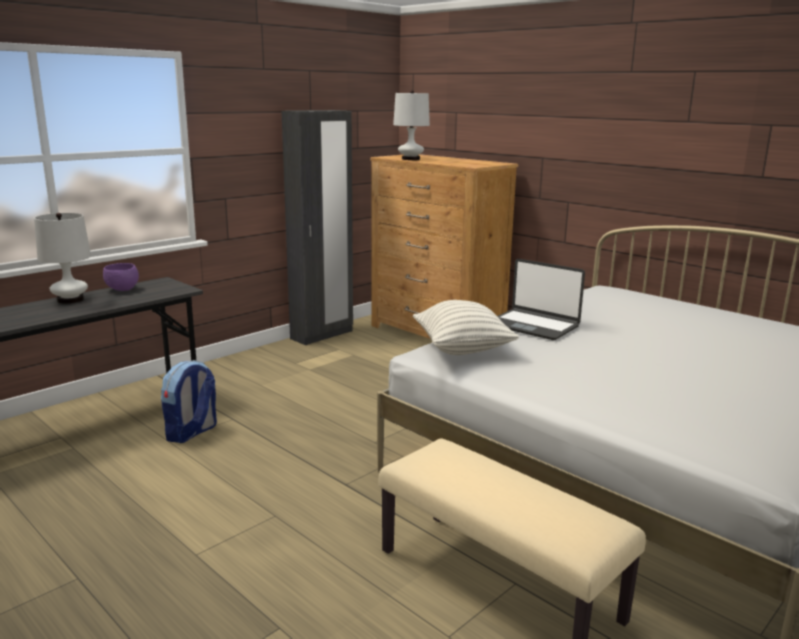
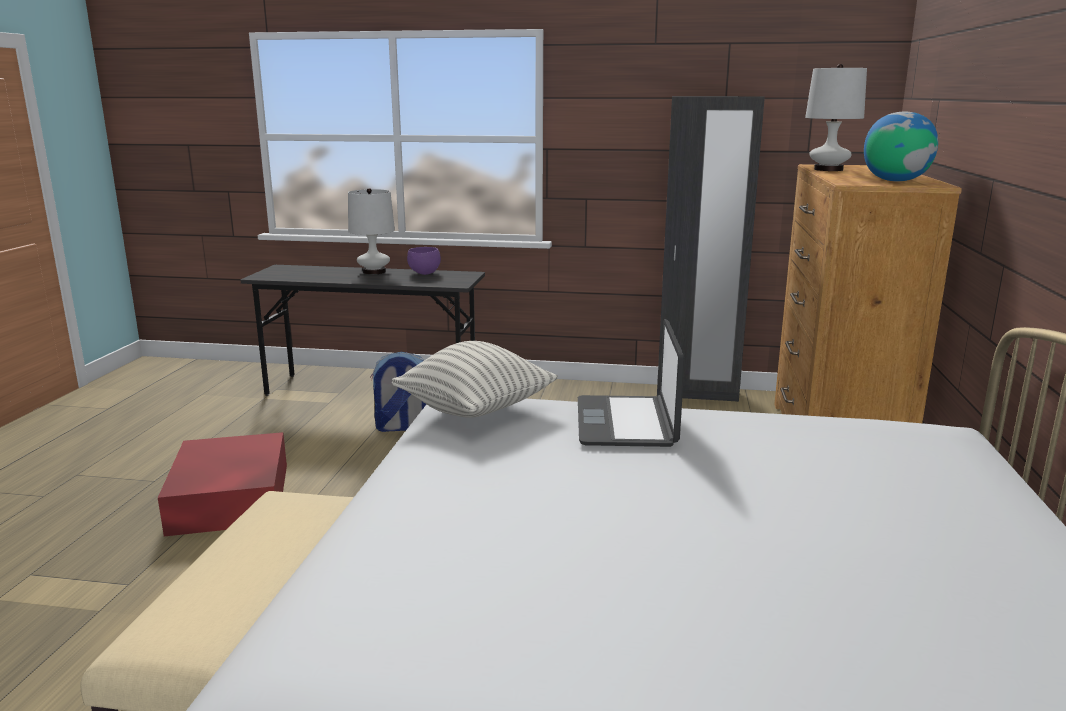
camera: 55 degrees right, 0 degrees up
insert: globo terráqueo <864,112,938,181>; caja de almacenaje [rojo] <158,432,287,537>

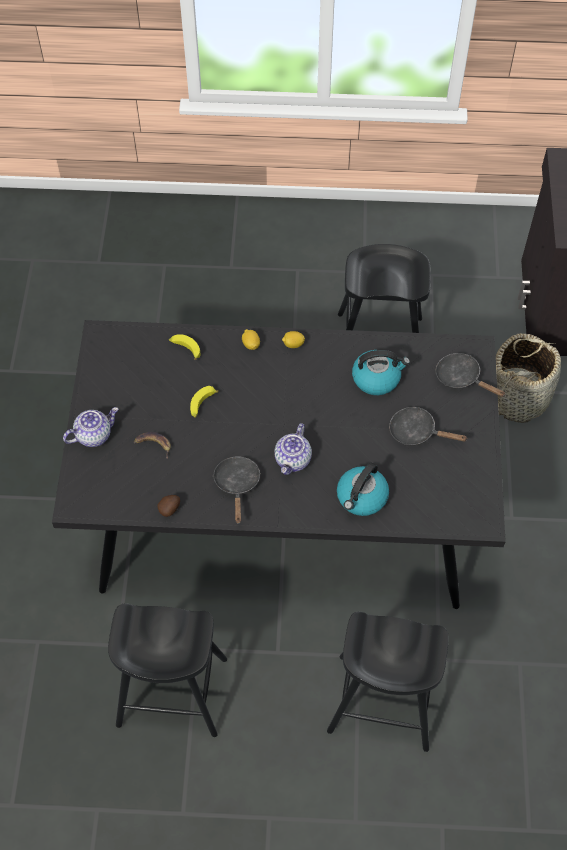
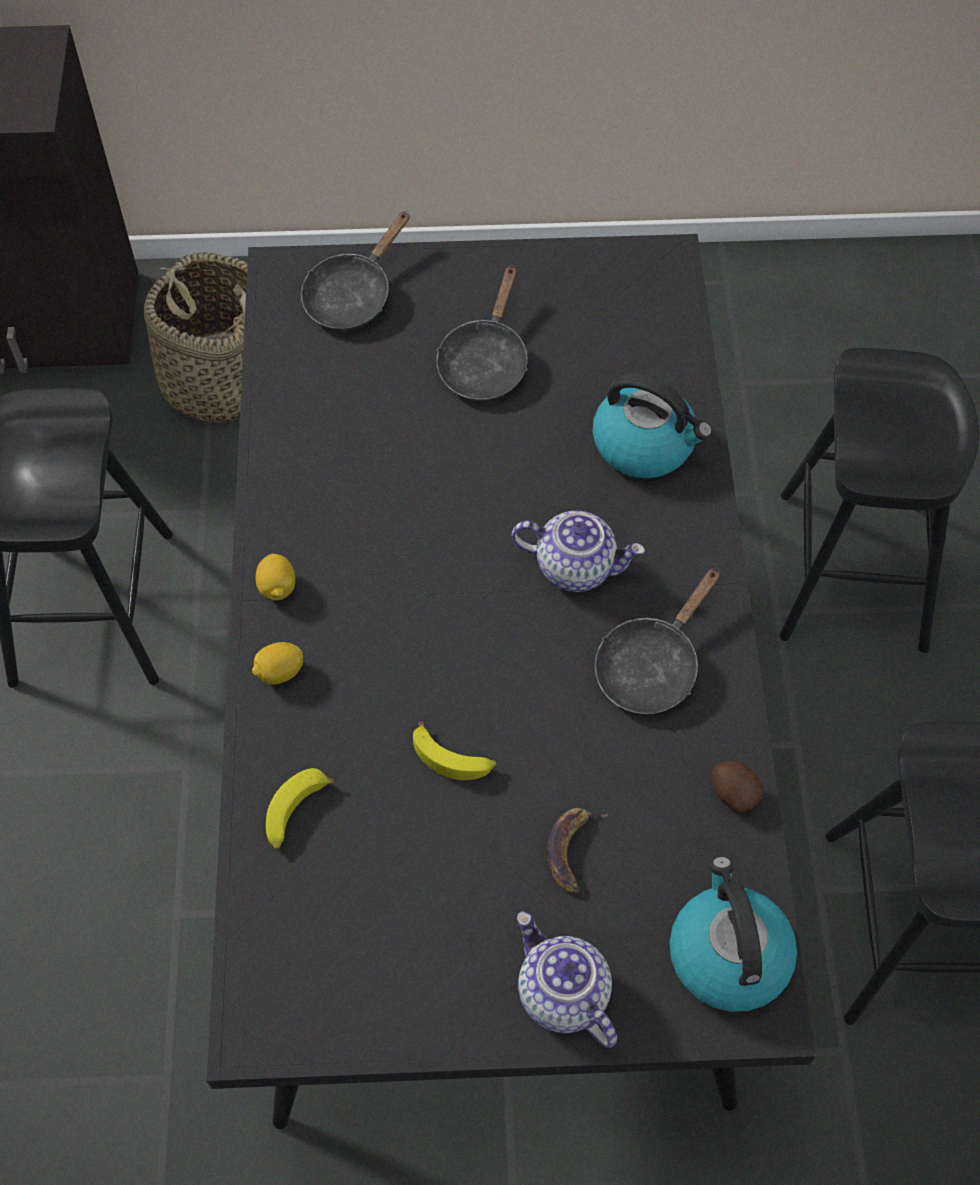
camera: 95 degrees left, 0 degrees up
move: hervidor <352,350,410,395> to <670,856,797,1012>
rotate: sartén [negro] <213,456,261,524> = <595,568,720,714> 45 degrees counterclockwise

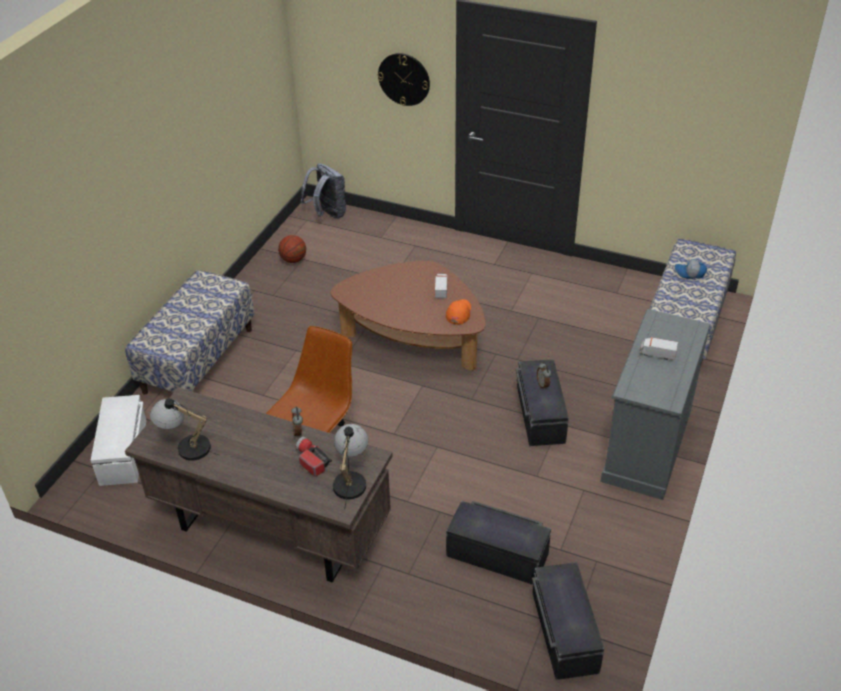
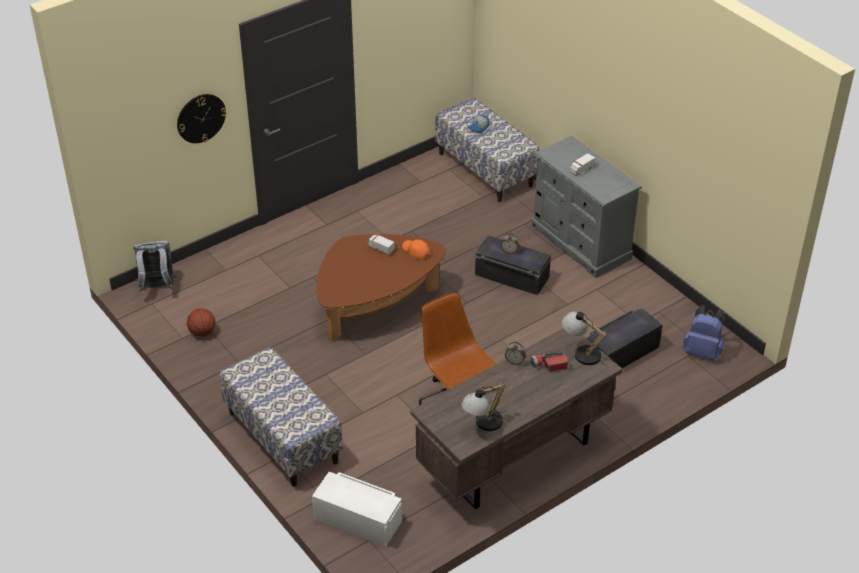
camera: 60 degrees left, 0 degrees up
replace: caja de almacenaje [negro] <532,562,604,680> to mochila [azul] <683,305,725,360>

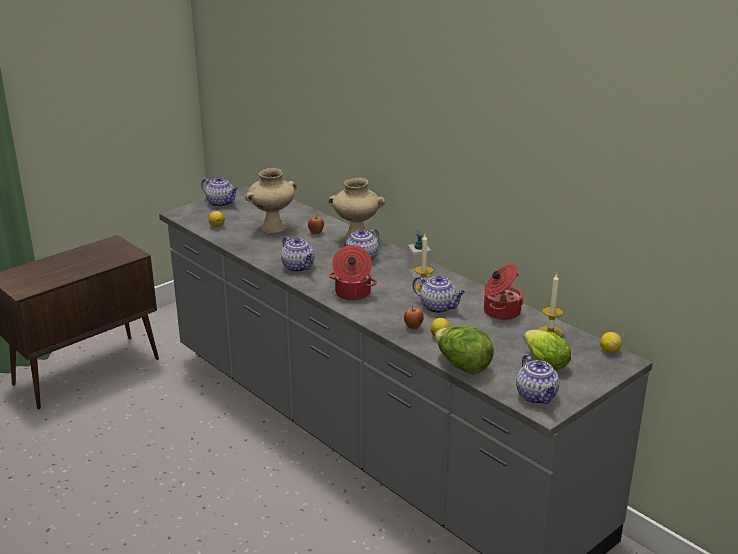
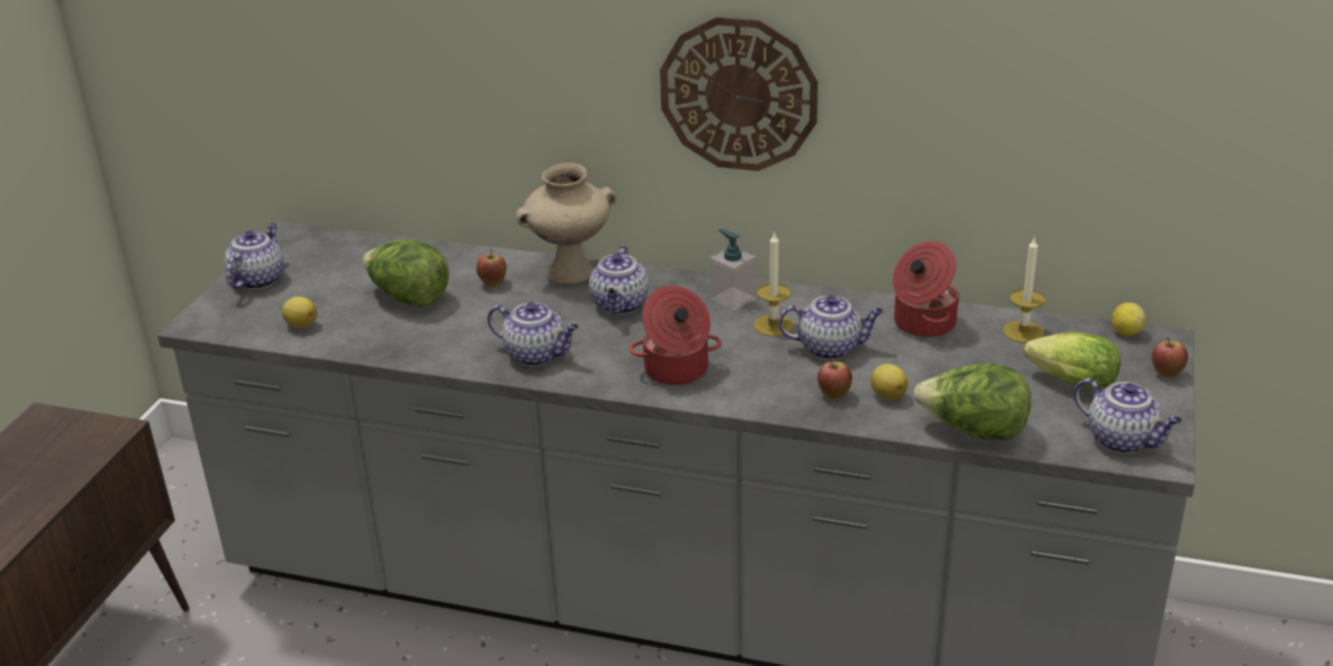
camera: 30 degrees left, 5 degrees up
insert: reloj de pared <660,17,818,171>; manzana <1152,337,1188,377>
replace: florero [beis] <245,168,297,233> to lechuga <362,240,449,307>
rotate: tetera <201,177,238,207> = <224,223,284,290> 75 degrees counterclockwise

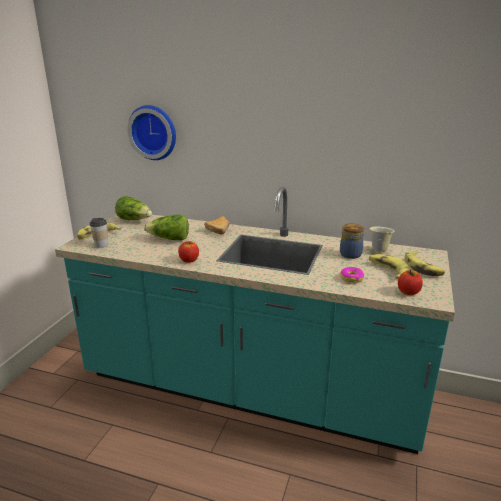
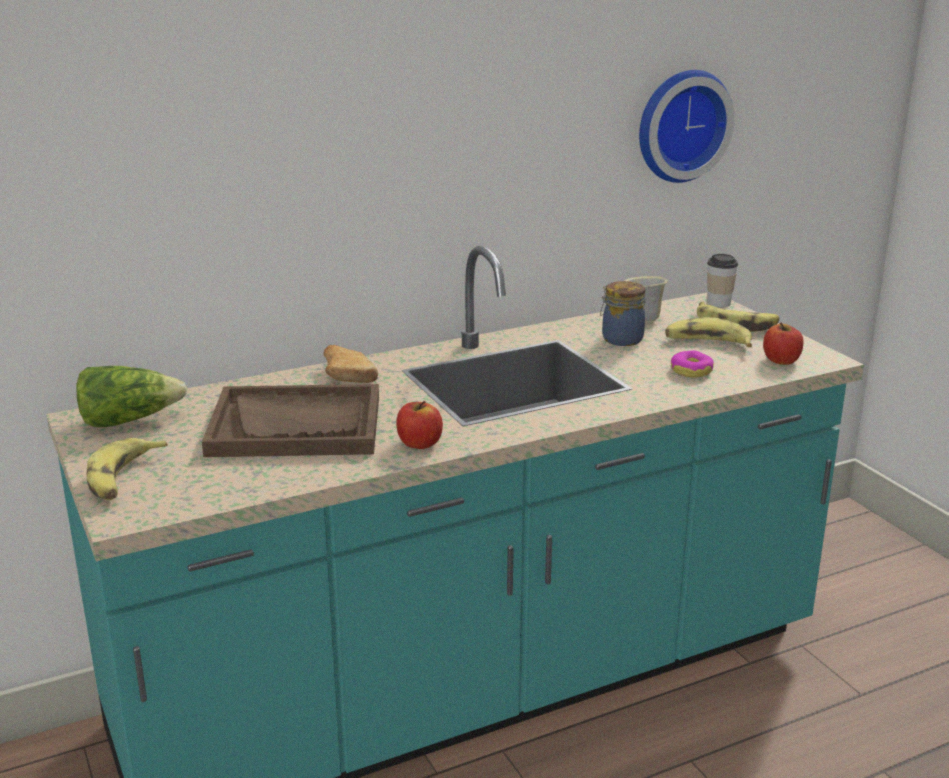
camera: 45 degrees left, 0 degrees up
move: reloj de pared <127,105,176,160> to <639,70,735,183>; taza <89,218,108,248> to <707,254,738,307>
replace: lechuga <144,215,189,240> to bandeja [marrón] <202,384,379,457>

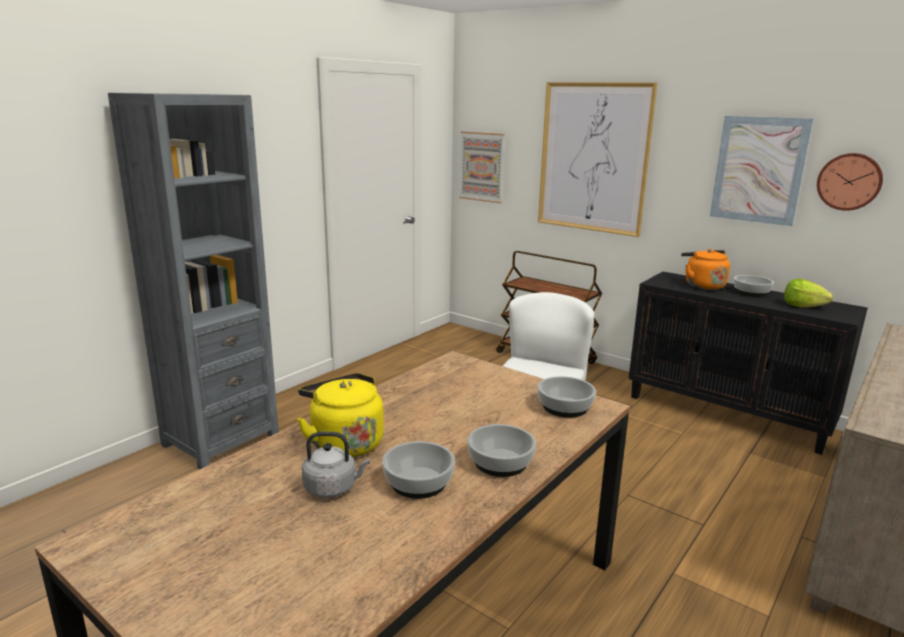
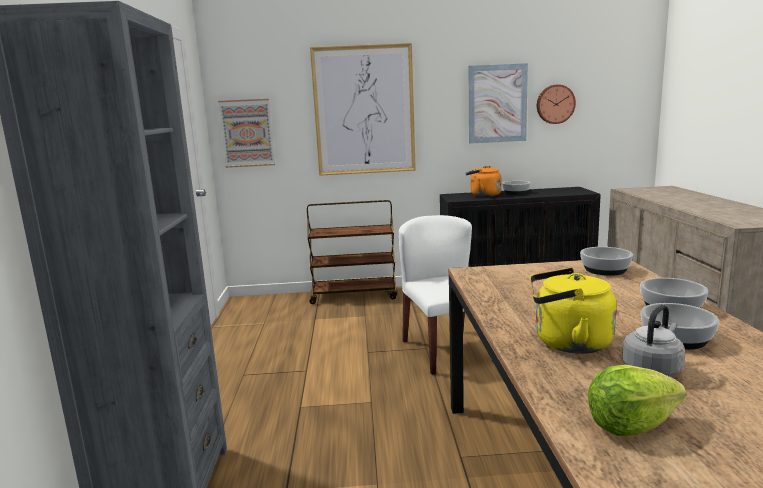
camera: 40 degrees left, 5 degrees down
move: lechuga <784,279,833,308> to <588,365,686,436>

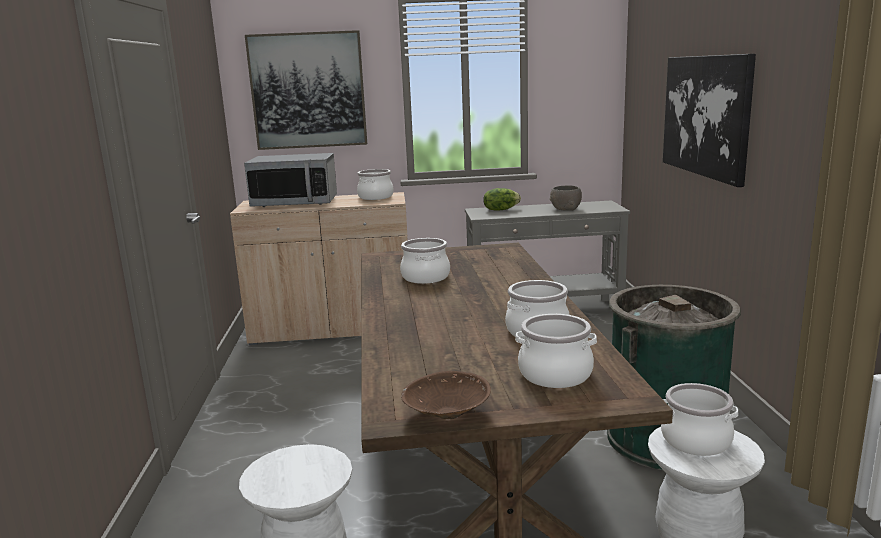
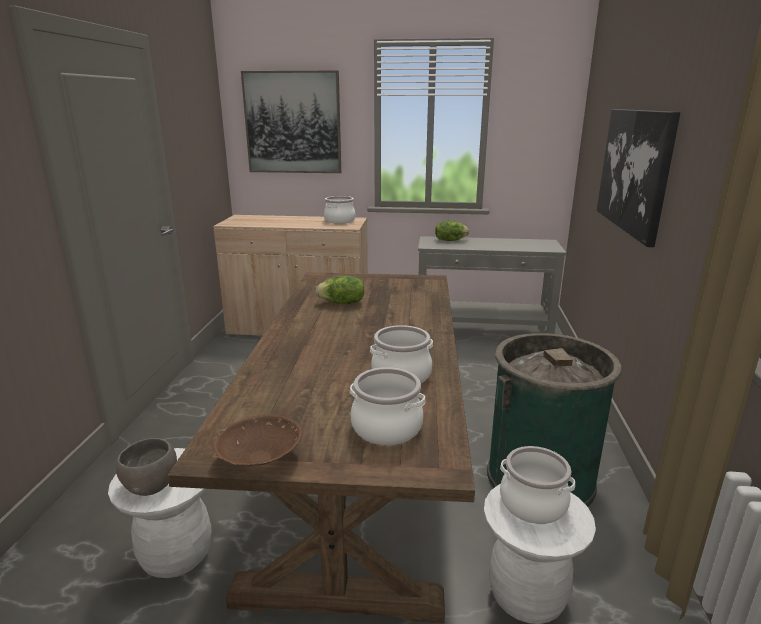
camera: 10 degrees right, 5 degrees up
delete: microondas <244,153,337,207>
move: cuenco [gris] <550,186,582,211> to <116,438,177,496>
replace: olla <400,238,450,284> to lechuga <316,276,365,304>

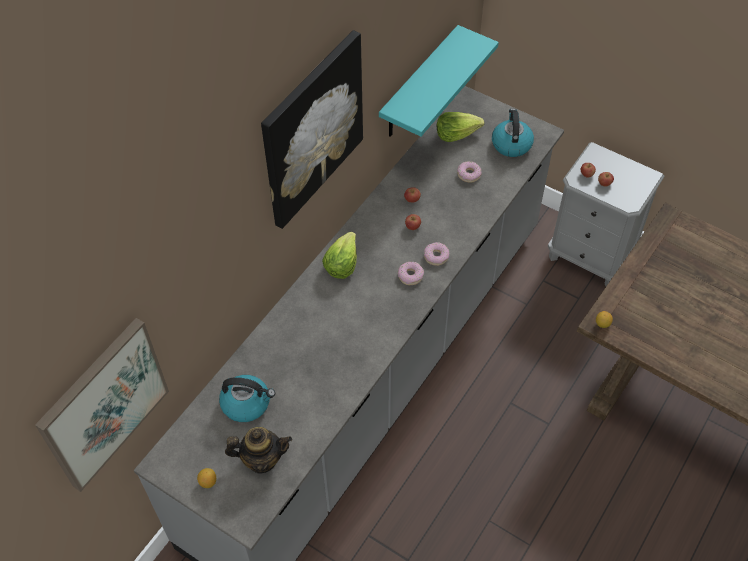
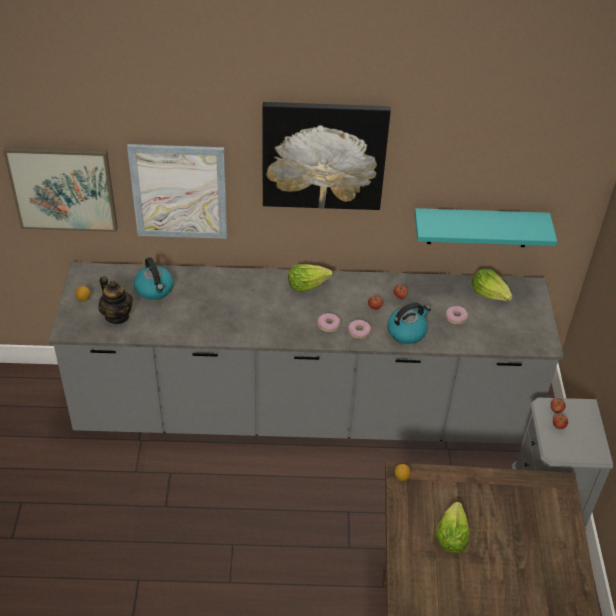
camera: 55 degrees right, 10 degrees down
insert: cuadro <127,144,227,239>; lechuga <435,502,469,553>
move: hervidor <492,109,534,157> to <387,302,431,344>

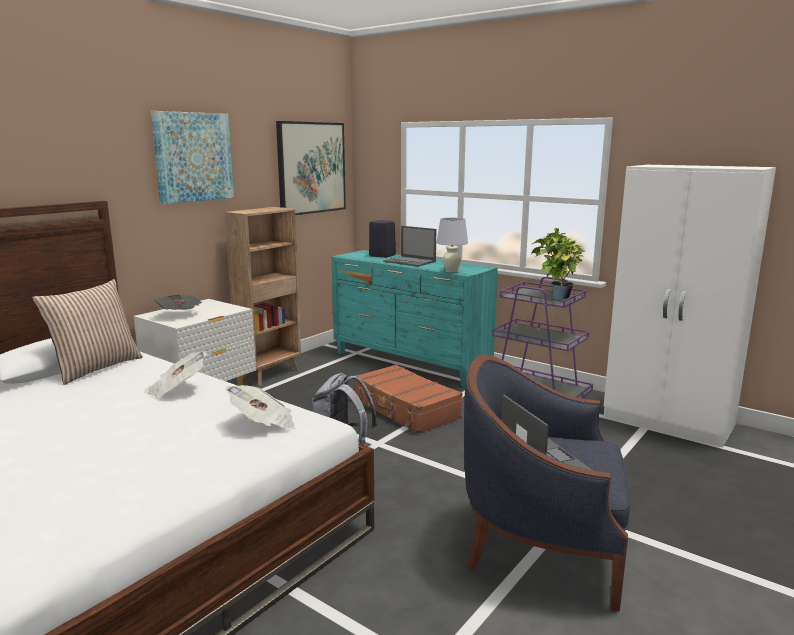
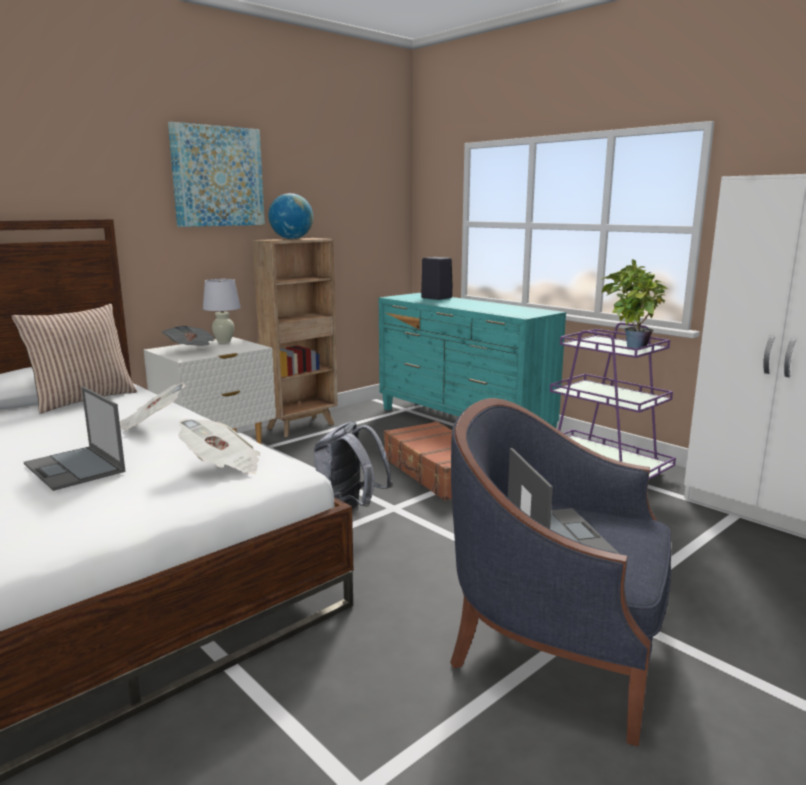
camera: 10 degrees right, 0 degrees up
delete: cuadro <276,121,346,215>
insert: globo terráqueo <268,193,313,239>
move: lámpara de mesa [blanco] <436,218,468,273> to <203,279,241,343>; portátil <383,226,436,267> to <24,386,125,491>

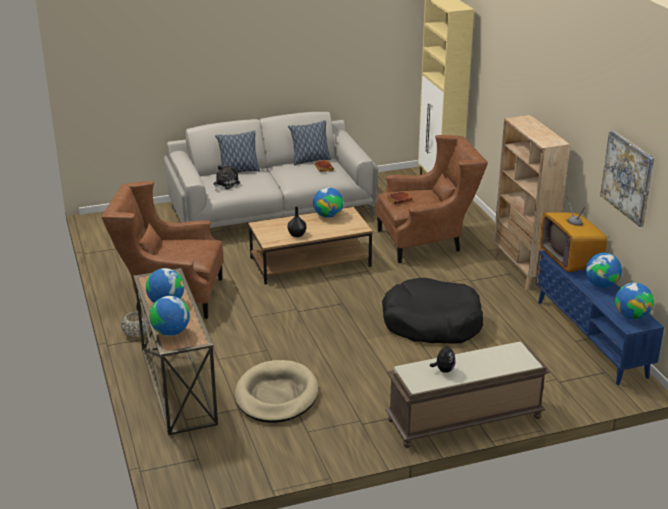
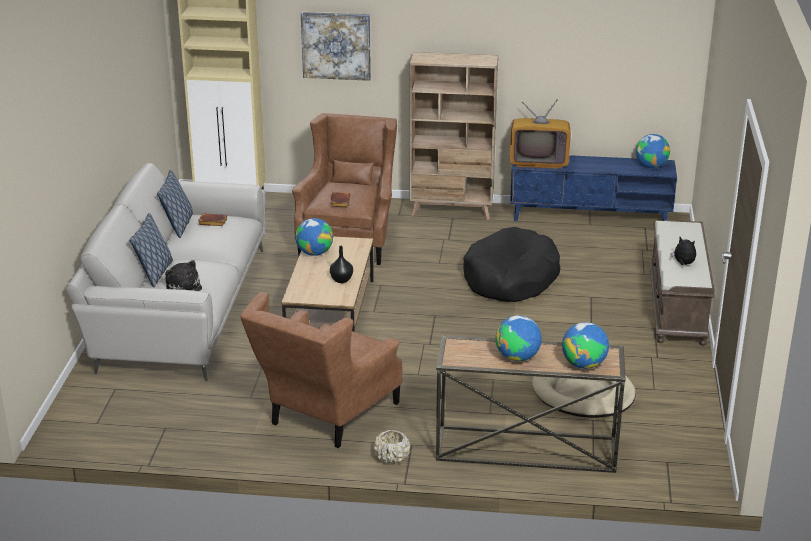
camera: 65 degrees left, 0 degrees up
delete: globo terráqueo <586,253,622,288>
move: cuadro <600,130,654,227> to <301,11,371,81>

